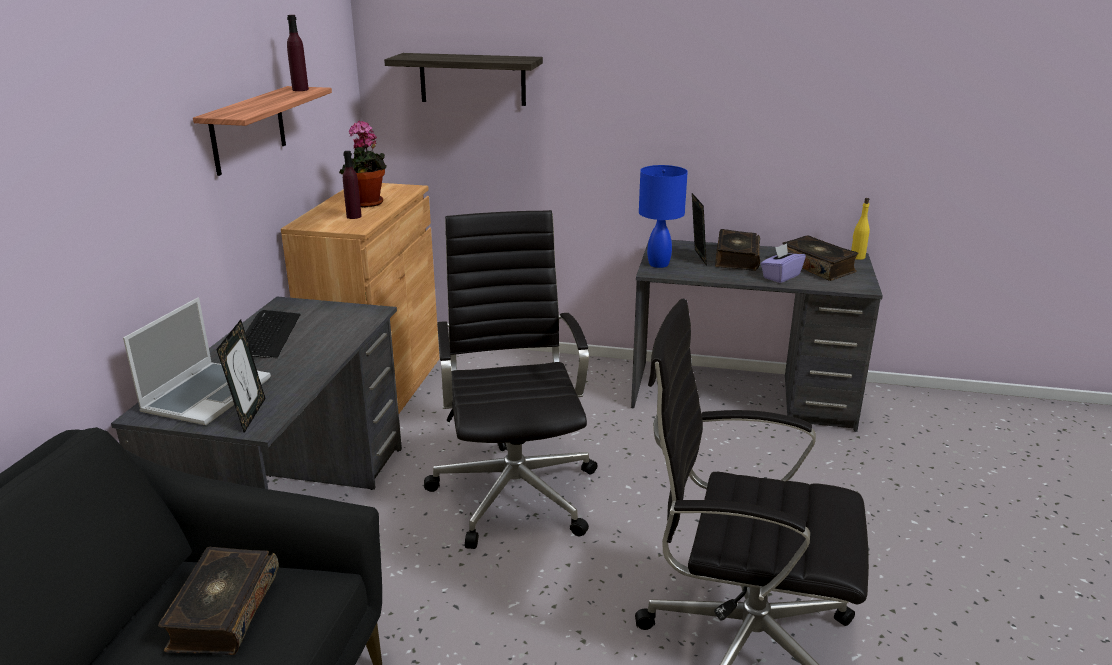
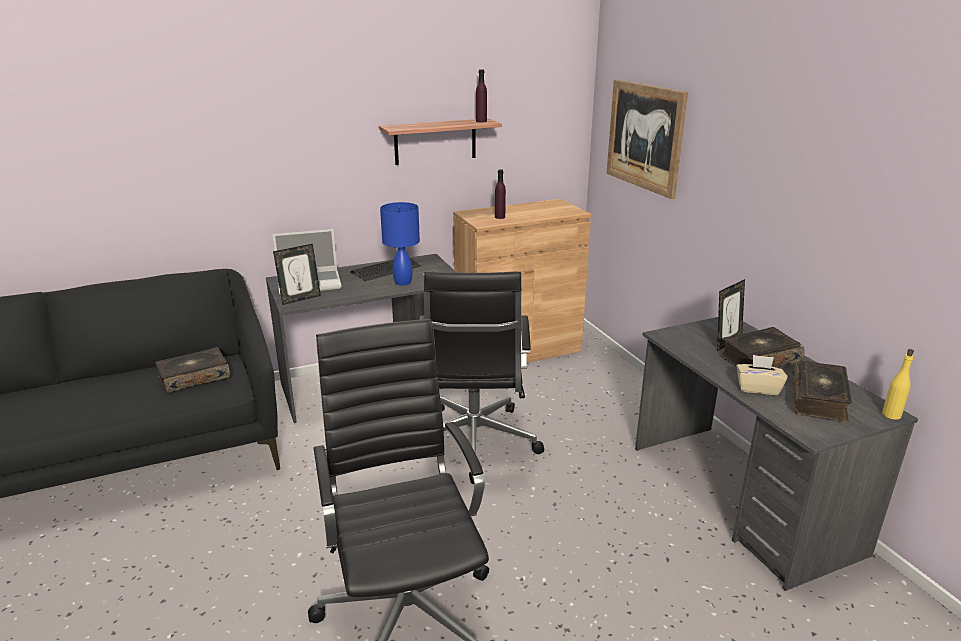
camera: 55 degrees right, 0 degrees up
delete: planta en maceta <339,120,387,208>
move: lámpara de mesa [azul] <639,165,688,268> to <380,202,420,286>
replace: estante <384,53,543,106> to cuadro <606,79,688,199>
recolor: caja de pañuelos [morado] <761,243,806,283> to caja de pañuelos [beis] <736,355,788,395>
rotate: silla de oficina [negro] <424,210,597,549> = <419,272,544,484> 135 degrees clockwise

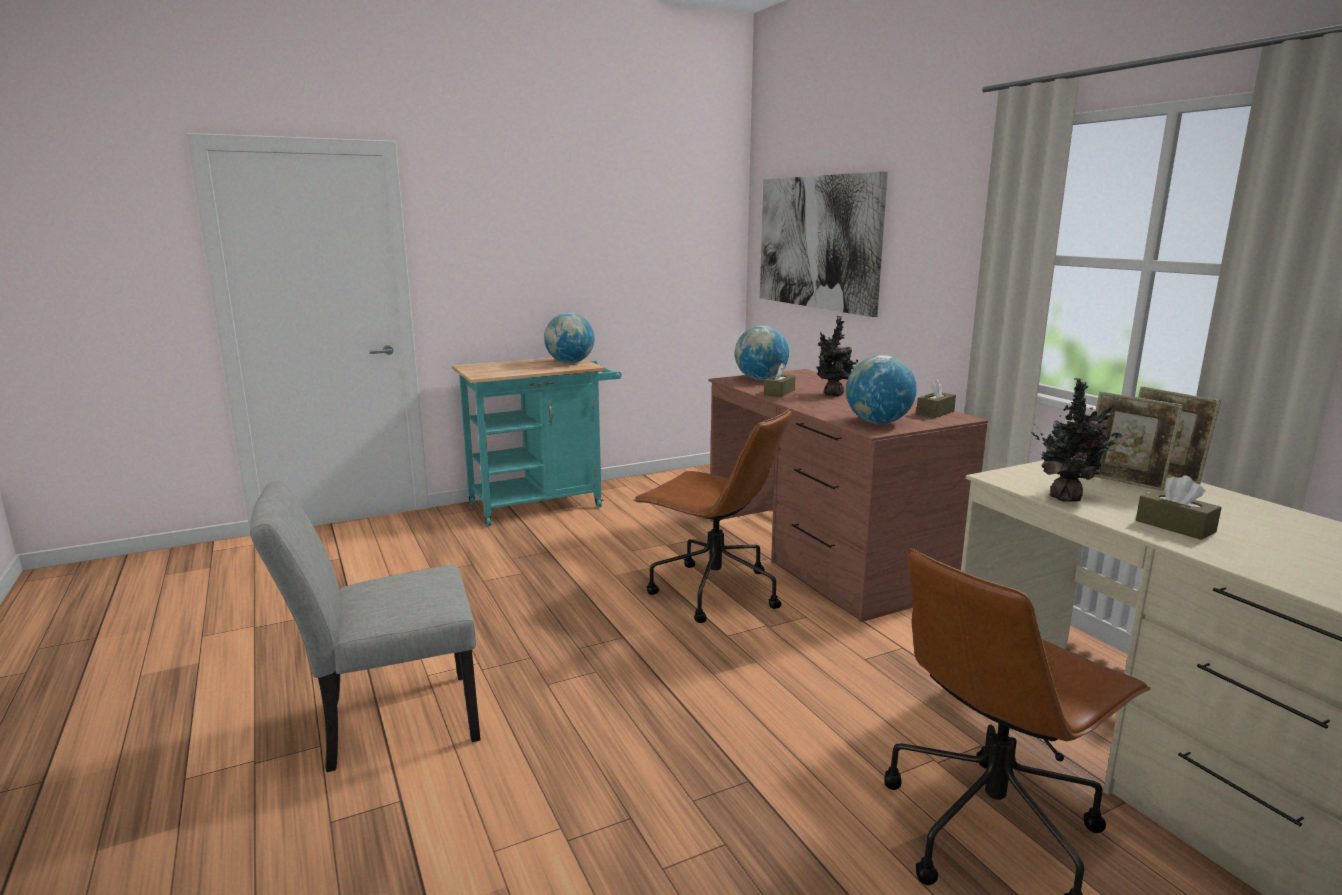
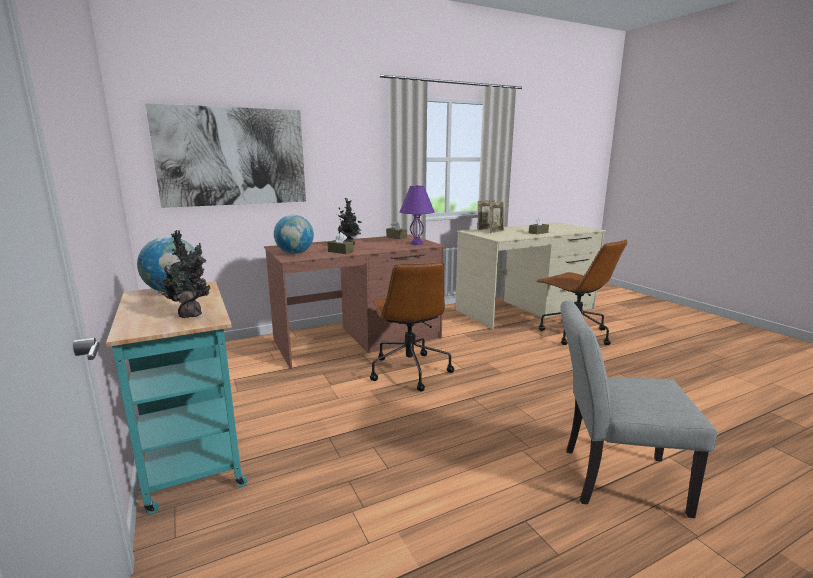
camera: 90 degrees left, 0 degrees up
move: planta en maceta <1031,378,1123,502> to <157,230,210,318>
replace: globo terráqueo <846,355,917,424> to lámpara de mesa [morado] <399,185,435,245>
rotate: silla de oficina [marrón] <633,408,792,623> = <370,262,454,391> 135 degrees clockwise; silla [gris] <250,481,481,772> = <561,301,717,518> 120 degrees clockwise

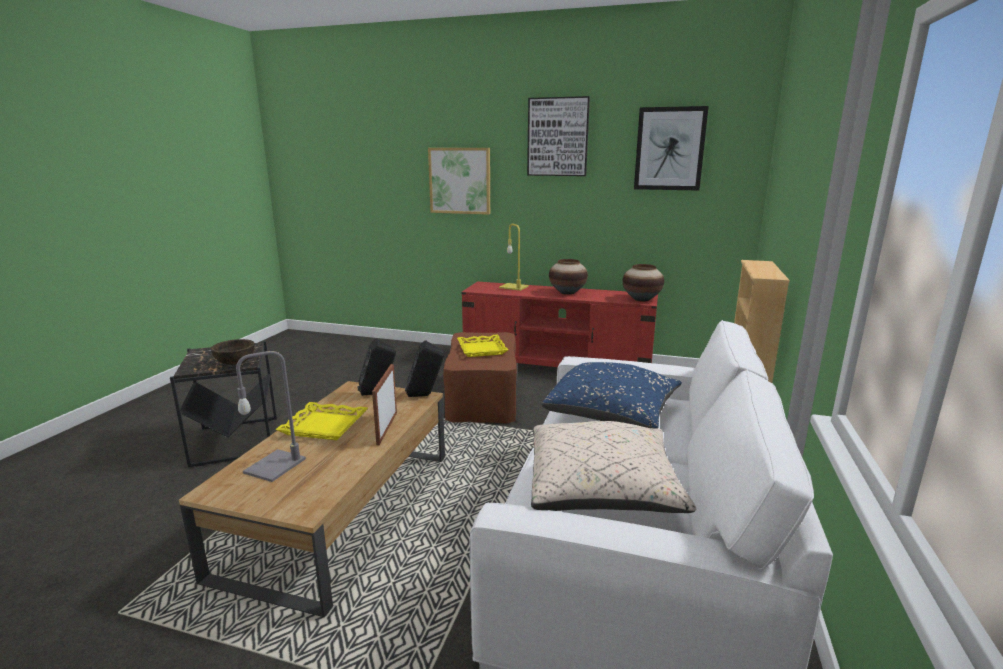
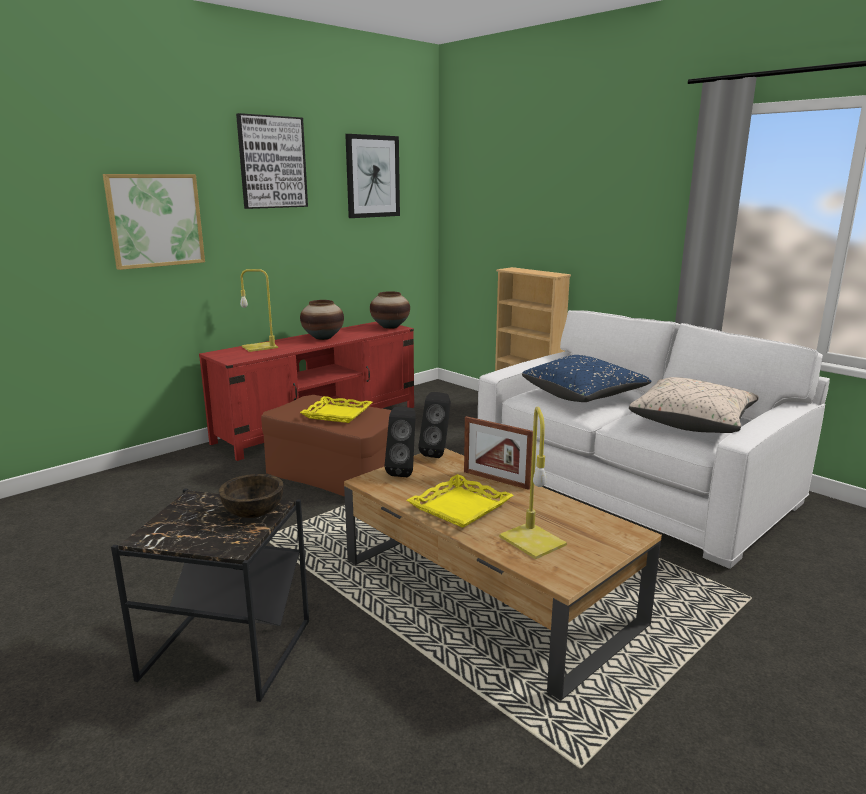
camera: 60 degrees left, 0 degrees up
recolor: lámpara de mesa [gris] <236,351,306,482> to lámpara de mesa [amarillo] <499,407,567,559>

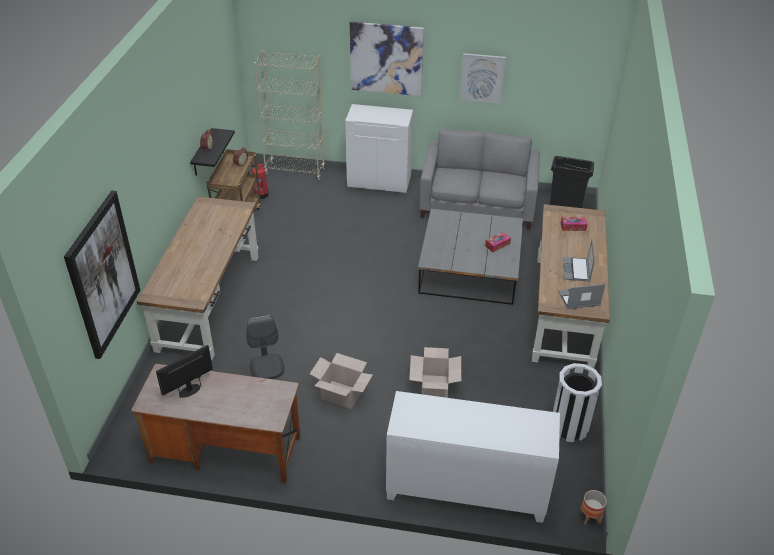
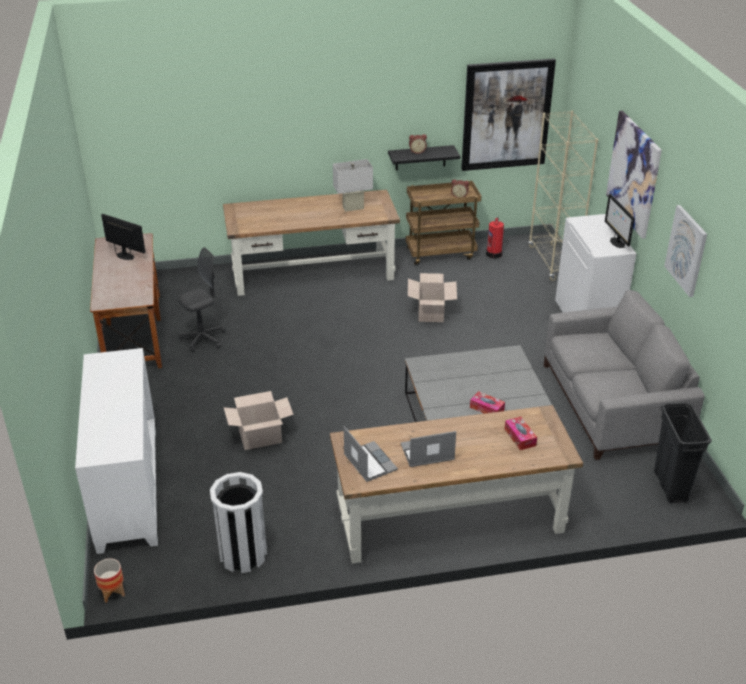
camera: 70 degrees right, 5 degrees down
insert: lámpara de mesa [blanco] <333,159,373,212>; monitor <605,194,635,248>
move: cuadro <64,191,141,359> to <461,59,556,171>; caja de cartón <310,353,373,409> to <408,273,457,322>

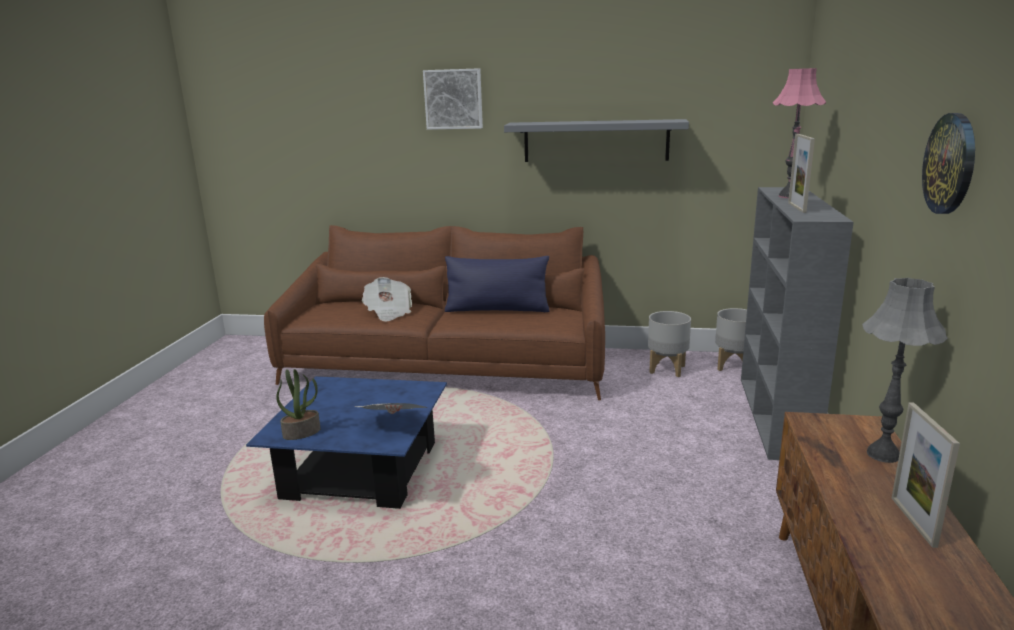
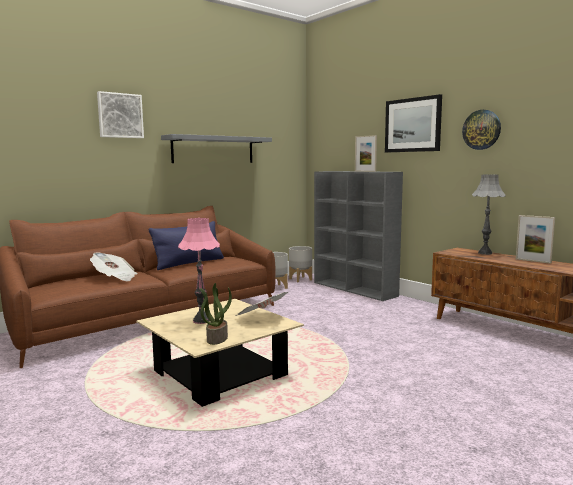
camera: 50 degrees left, 10 degrees down
insert: cuadro <385,94,442,153>
move: lámpara de mesa [rosa] <773,68,826,198> to <178,218,220,324>
recolor: mesa de centro [azul] <246,376,447,509> to mesa de centro [beis] <136,299,304,407>

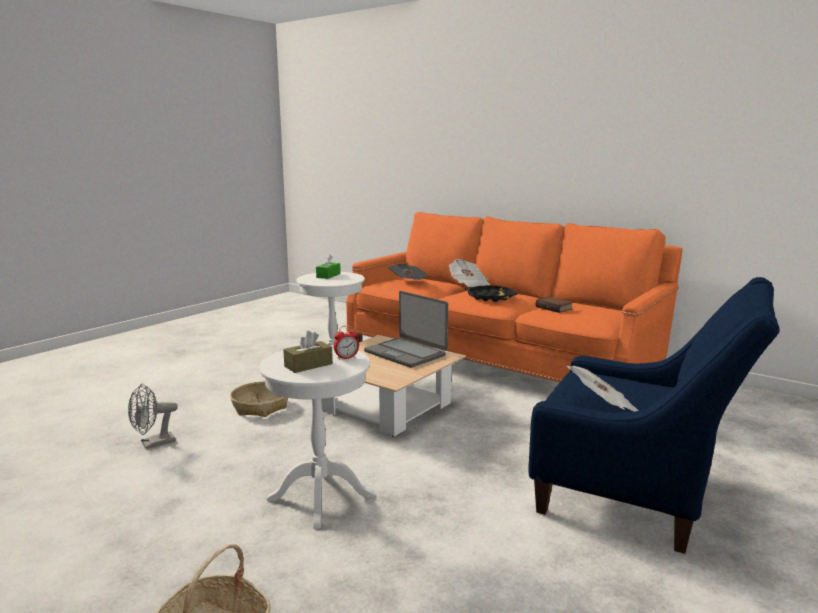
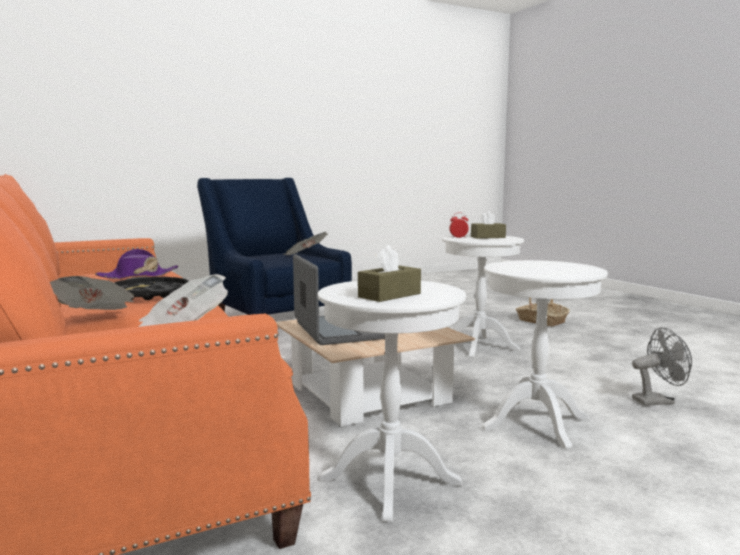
camera: 155 degrees left, 5 degrees down
replace: libro <536,297,573,313> to sombrero [morado] <95,249,179,279>; cesta <230,381,288,417> to mesa auxiliar [blanco] <482,260,608,449>
recolor: caja de pañuelos [verde] <316,254,341,279> to caja de pañuelos [marrón] <358,245,421,302>

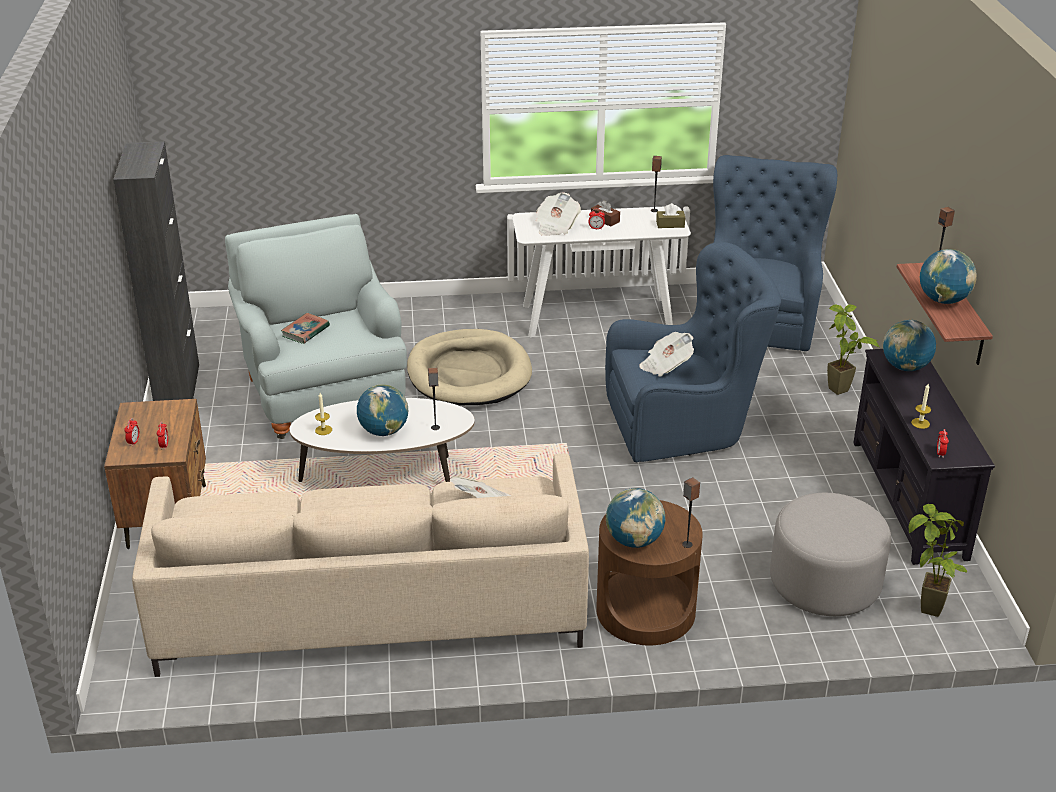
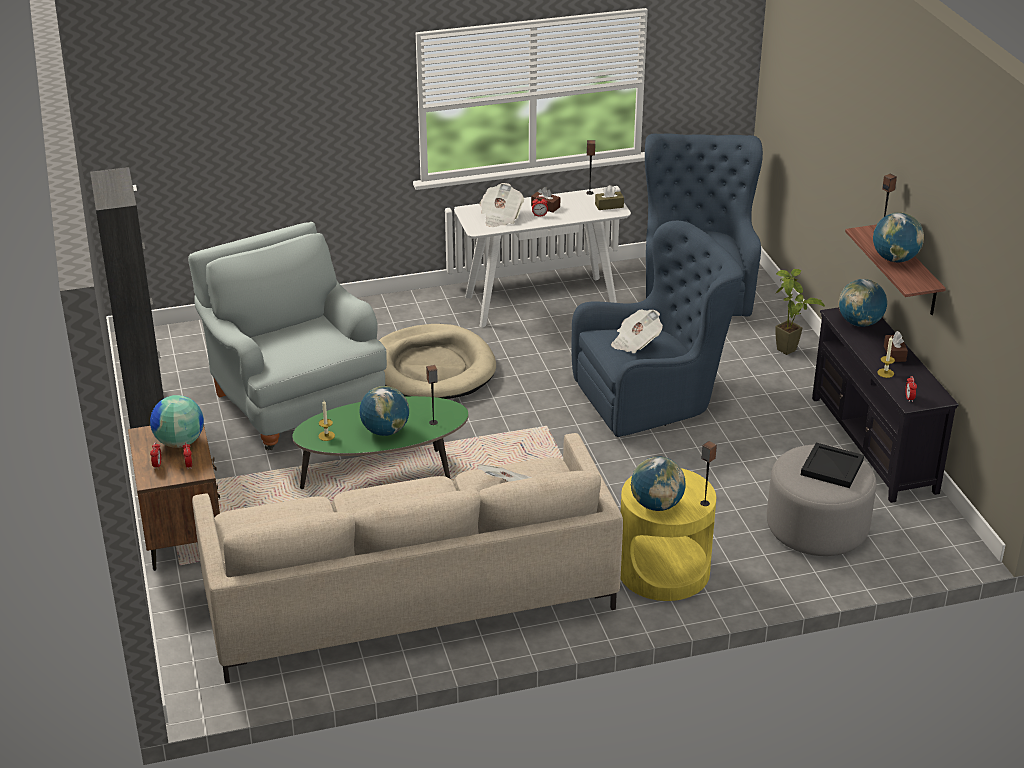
camera: 10 degrees left, 0 degrees up
delete: libro <281,313,330,344>; planta en maceta <909,504,967,617>
insert: caja de pañuelos [marrón] <884,331,908,362>; globo terráqueo <150,395,204,448>; bandeja [negro] <801,443,864,488>
recolor: mesa de centro [blanco] <290,398,475,482> to mesa de centro [verde] <292,396,468,489>; mesa auxiliar [marrón] <596,500,703,645> to mesa auxiliar [amarillo] <621,468,716,601>

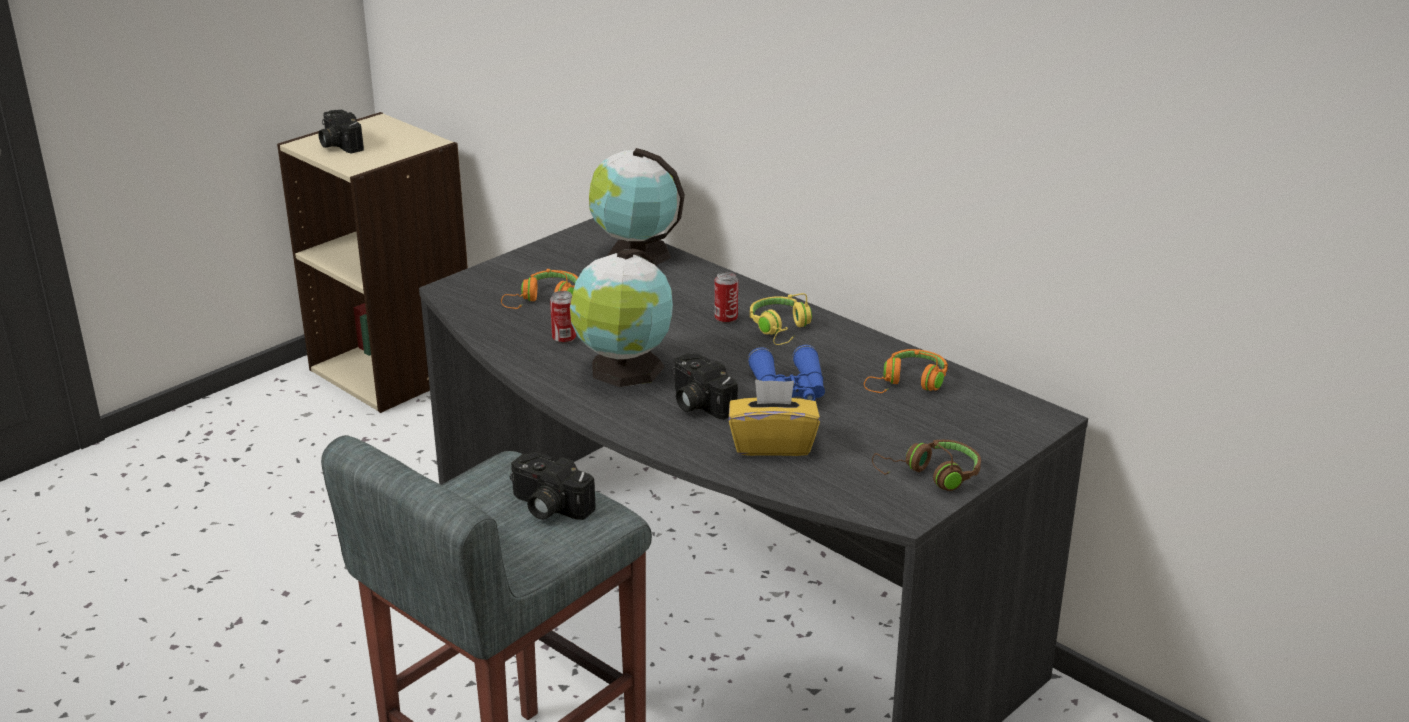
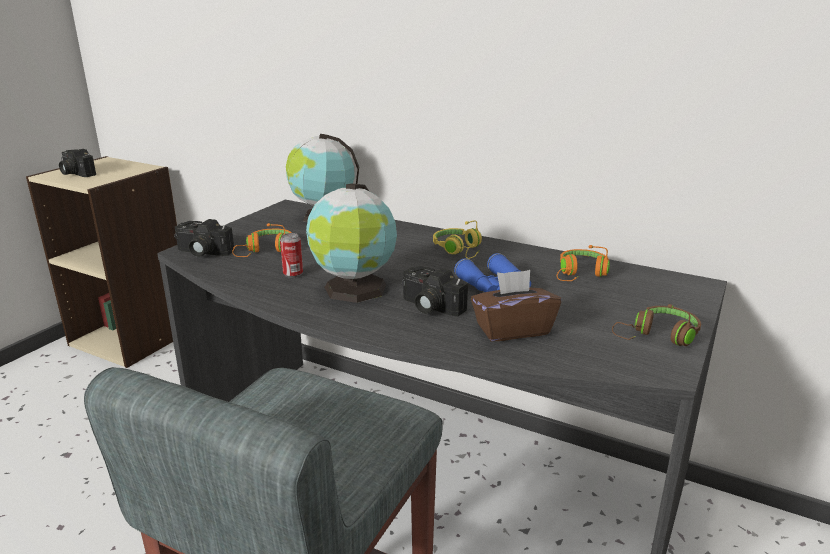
camera: 15 degrees left, 5 degrees down
delete: lata <714,272,738,324>
move: cámara <510,452,596,520> to <174,219,234,257>
recolor: caja de pañuelos [amarillo] <729,379,820,456> to caja de pañuelos [marrón] <471,270,561,341>

